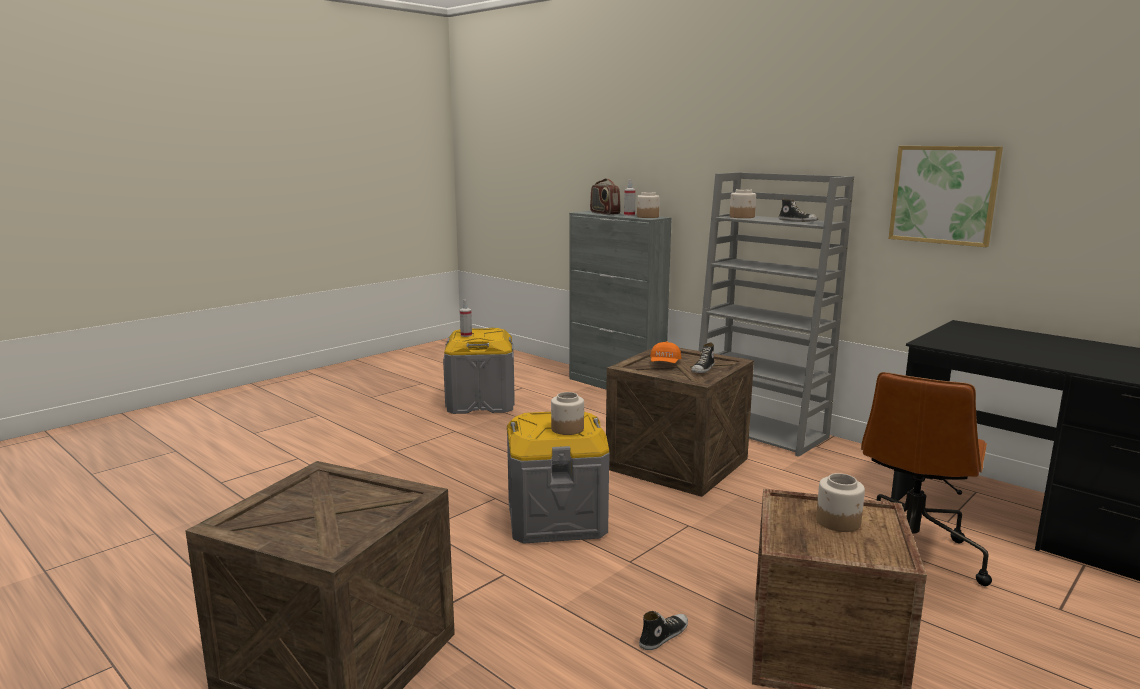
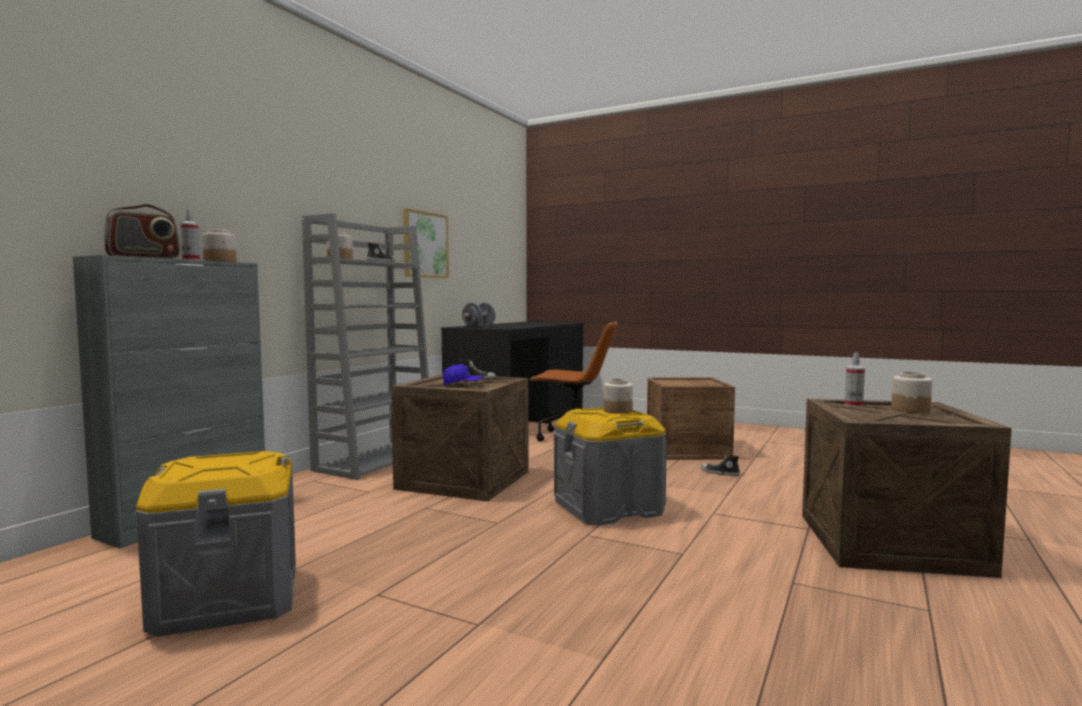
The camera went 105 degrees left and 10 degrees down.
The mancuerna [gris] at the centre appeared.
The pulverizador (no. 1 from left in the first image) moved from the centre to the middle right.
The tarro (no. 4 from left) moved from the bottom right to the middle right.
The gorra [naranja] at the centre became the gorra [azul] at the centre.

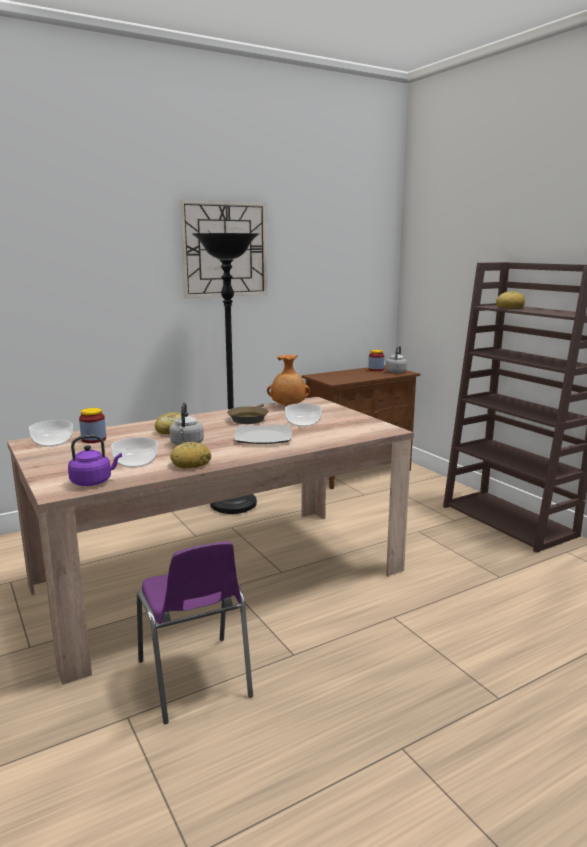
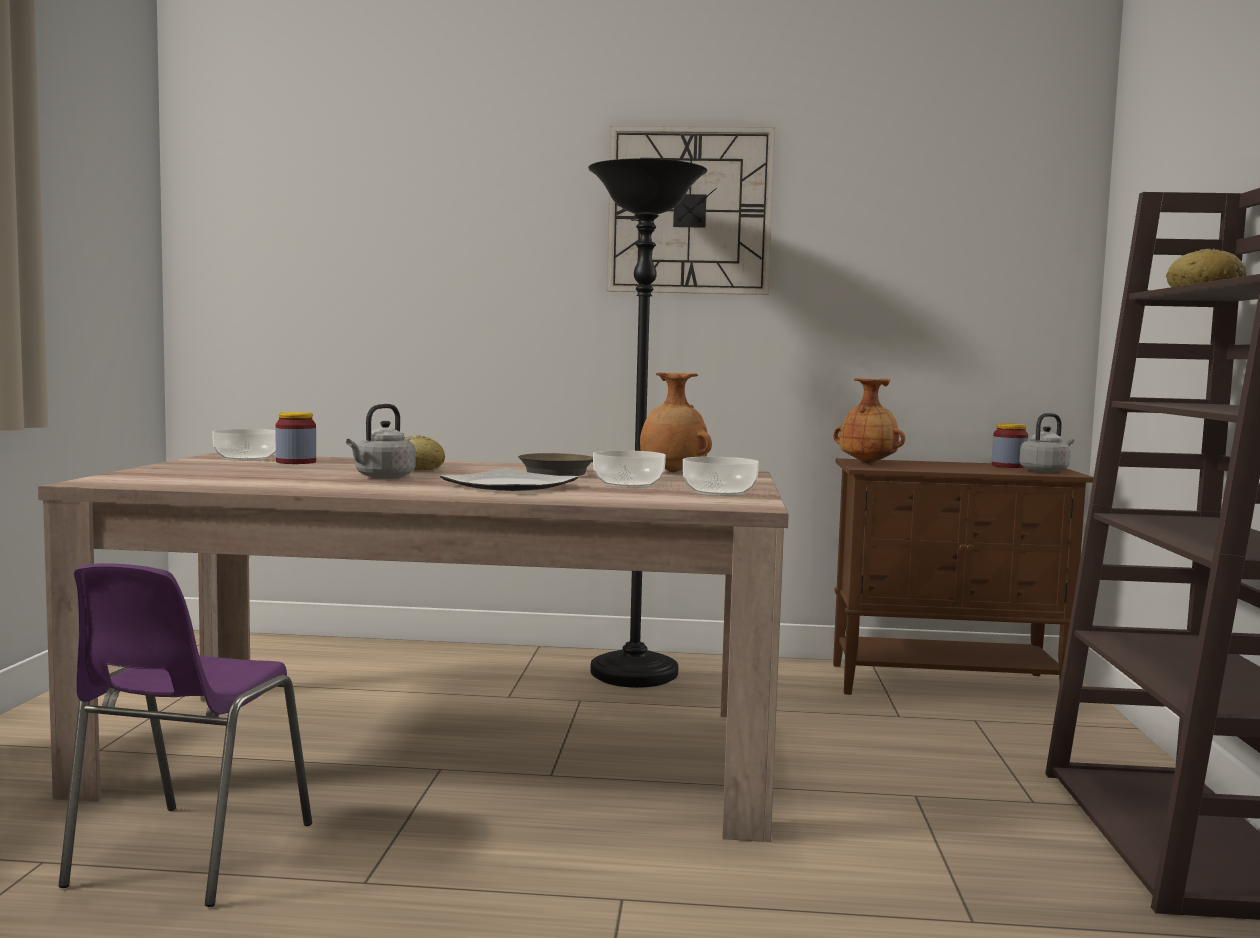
The camera went 35 degrees right and 10 degrees down.
The hervidor [morado] at the middle left disappeared.
The pan (no. 2 from left) at the middle left disappeared.
The florero [marrón] (no. 2 from left) at the middle right appeared.
The cuenco (no. 2 from left in the first image) moved from the middle left to the centre.

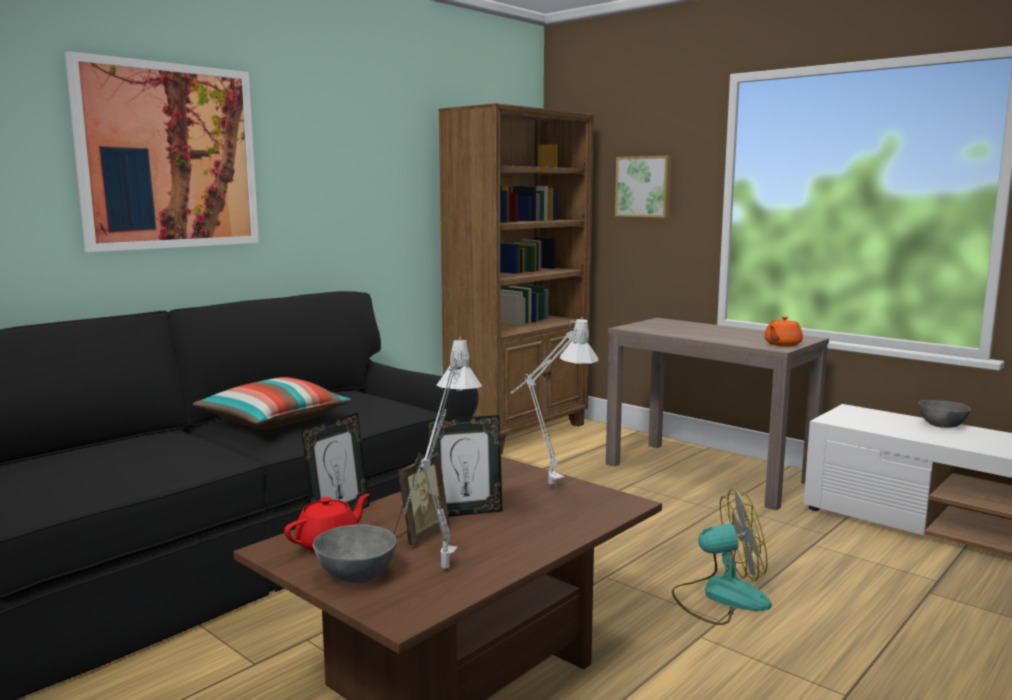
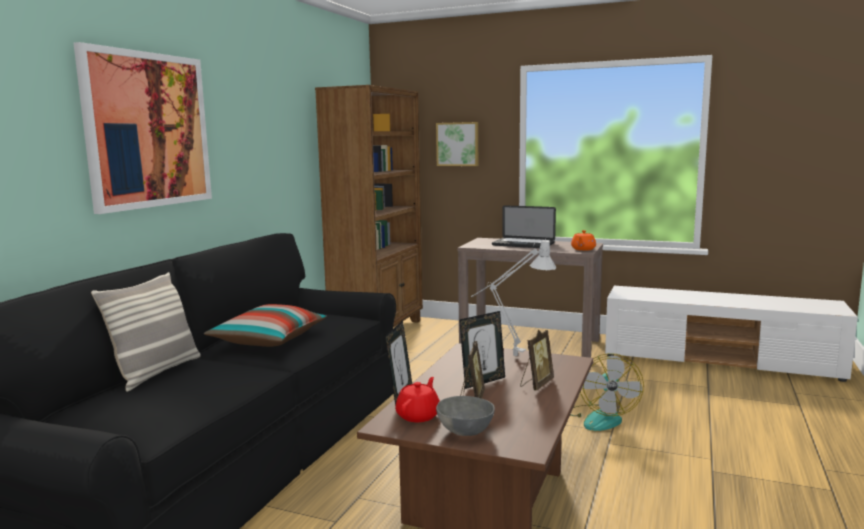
The camera went 20 degrees left and 0 degrees up.
The lámpara de mesa [gris] (no. 1 from left) at the centre disappeared.
The cuenco [gris] (no. 2 from left) at the middle right disappeared.
The cojín (no. 1 from left) at the middle left appeared.
The portátil at the centre appeared.
The portarretratos (no. 4 from left) at the bottom centre appeared.
The ventilador at the bottom right turned 120 degrees clockwise.

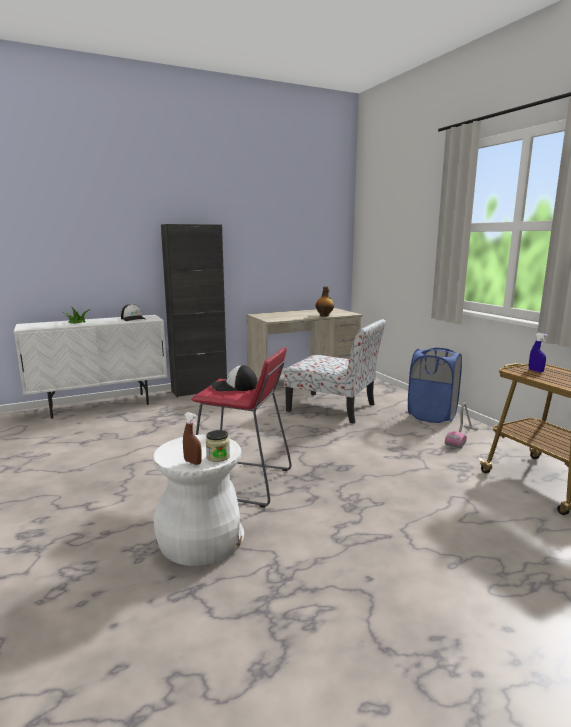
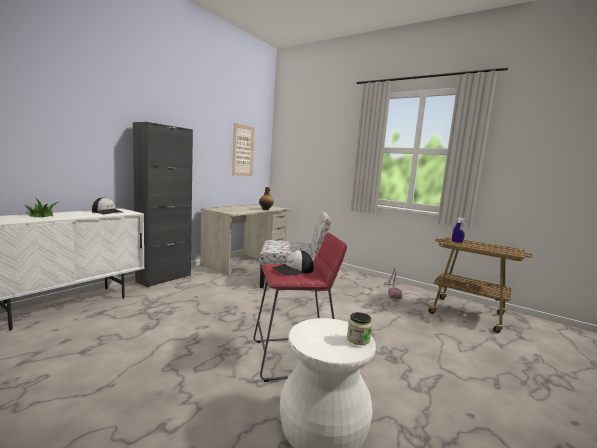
The camera went 30 degrees left and 5 degrees down.
The pulverizador [marrón] at the centre disappeared.
The cesto de la ropa [azul] at the middle right disappeared.
The cuadro at the top centre appeared.

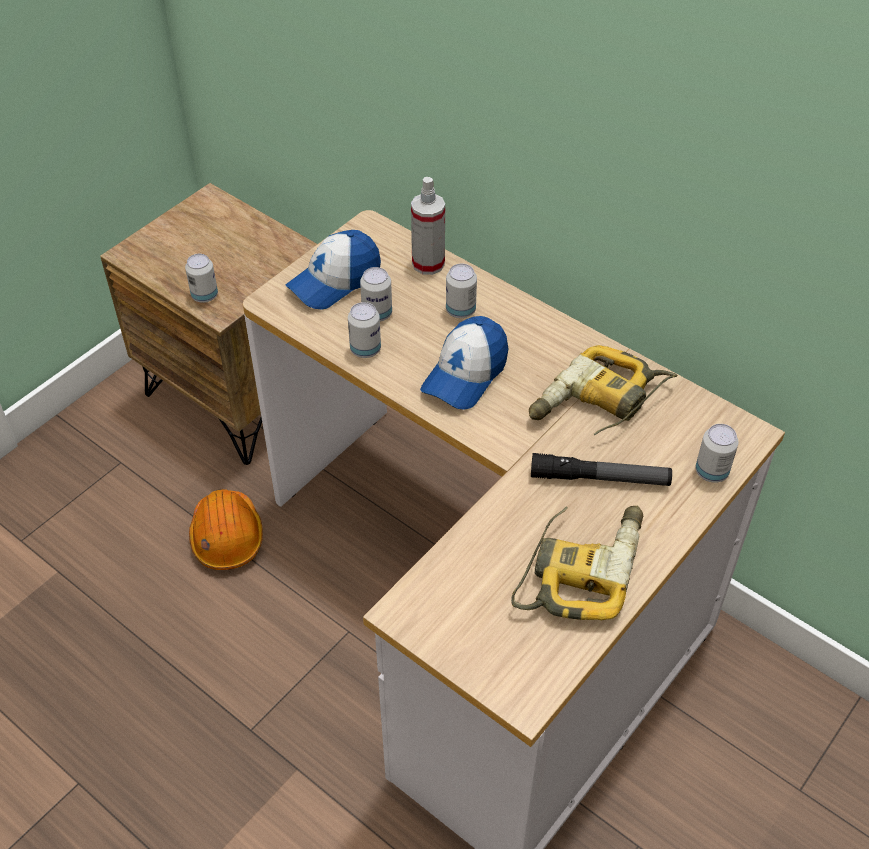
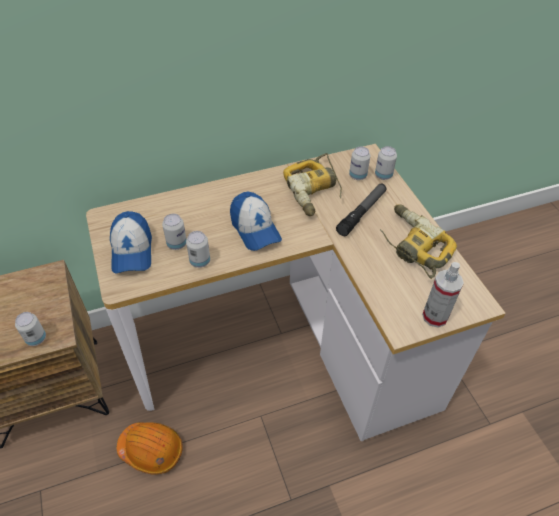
The camera went 60 degrees left and 0 degrees up.
The pulverizador moved from the top centre to the middle right.
The lata (no. 4 from left) moved from the centre to the top centre.

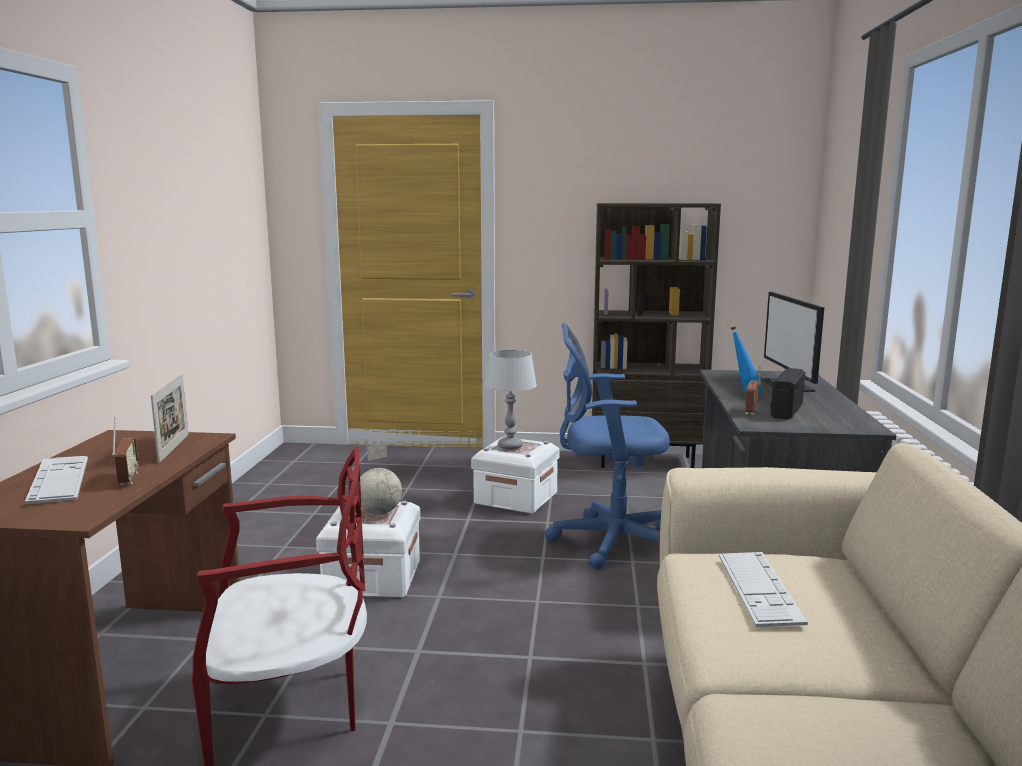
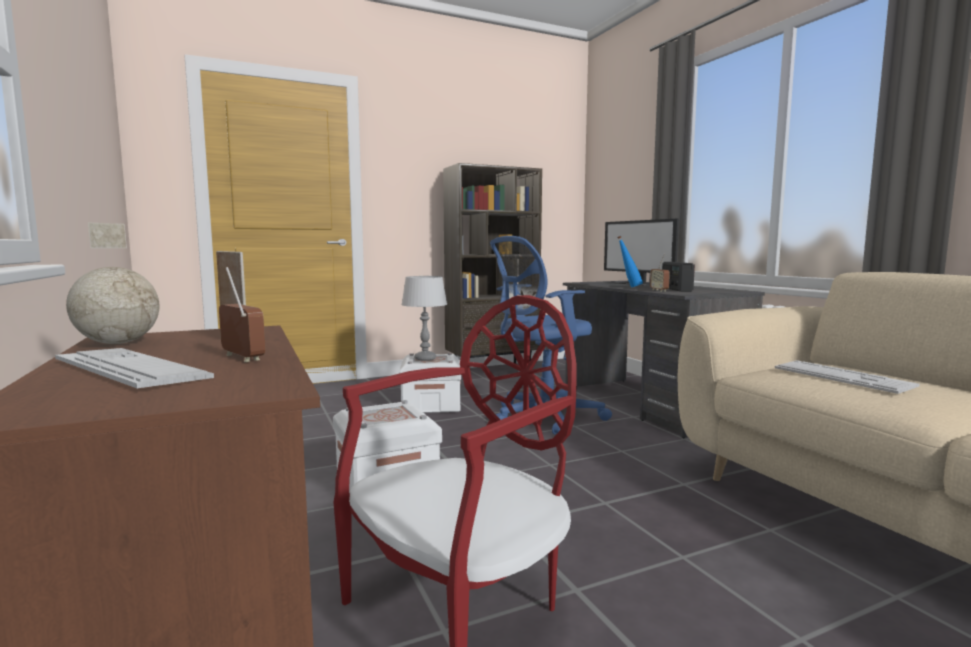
The camera went 30 degrees left and 5 degrees down.
The globo terráqueo moved from the centre to the middle left.

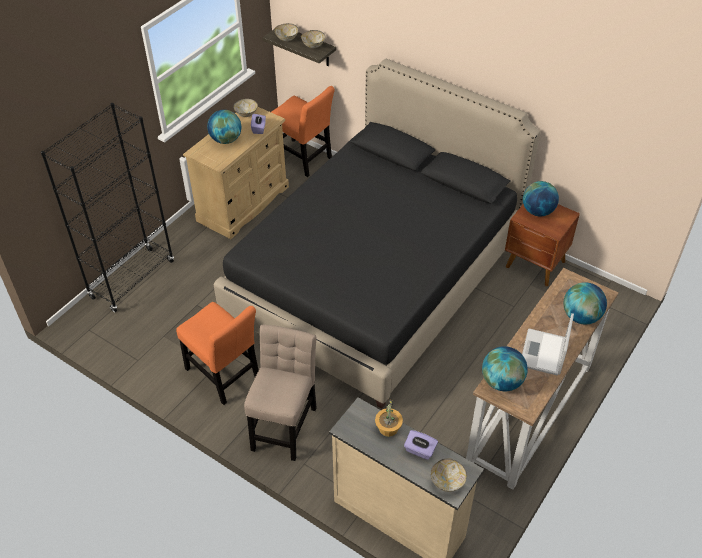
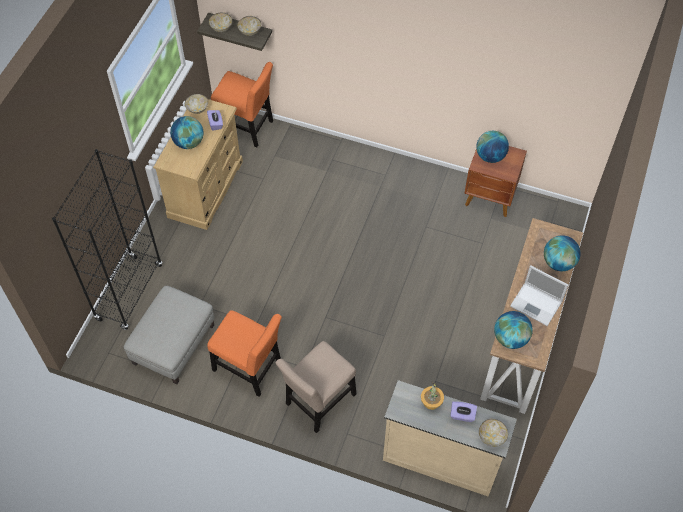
The camera went 15 degrees left and 10 degrees up.
The cama [negro] at the centre disappeared.
The puf [gris] at the middle left appeared.
The silla [beis] at the bottom centre turned 135 degrees counterclockwise.
The portátil at the middle right turned 60 degrees counterclockwise.

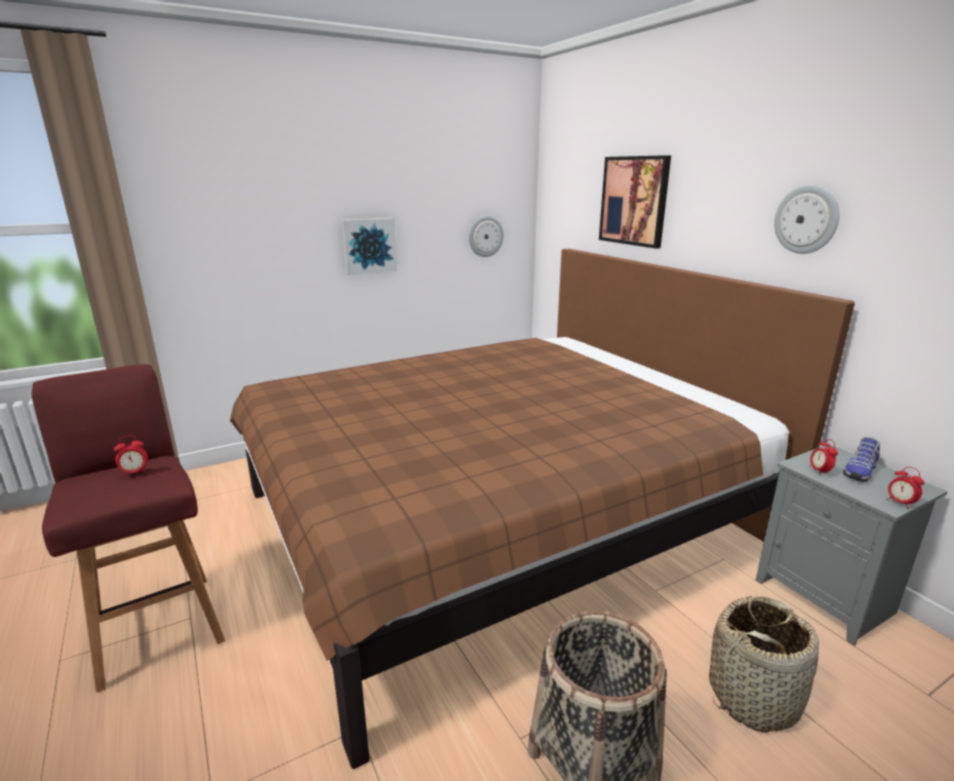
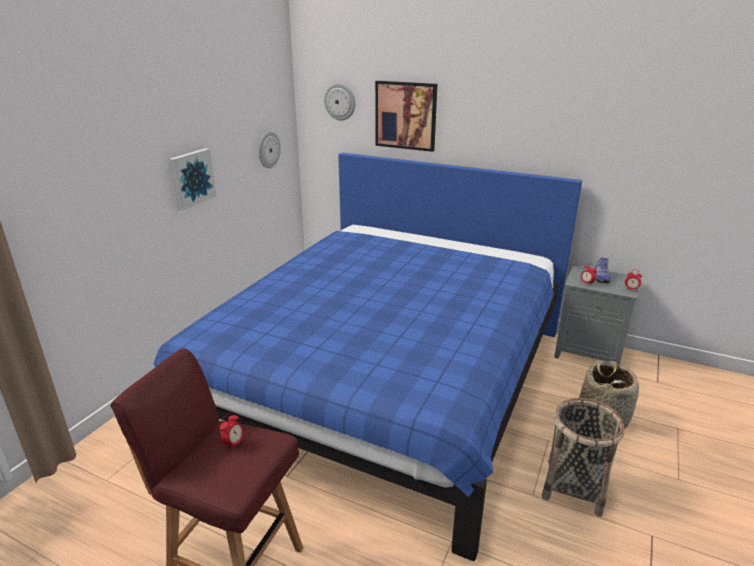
The camera went 35 degrees left and 5 degrees up.
The reloj de pared (no. 2 from left) moved from the top right to the top centre.
The cama [marrón] at the centre became the cama [azul] at the centre.

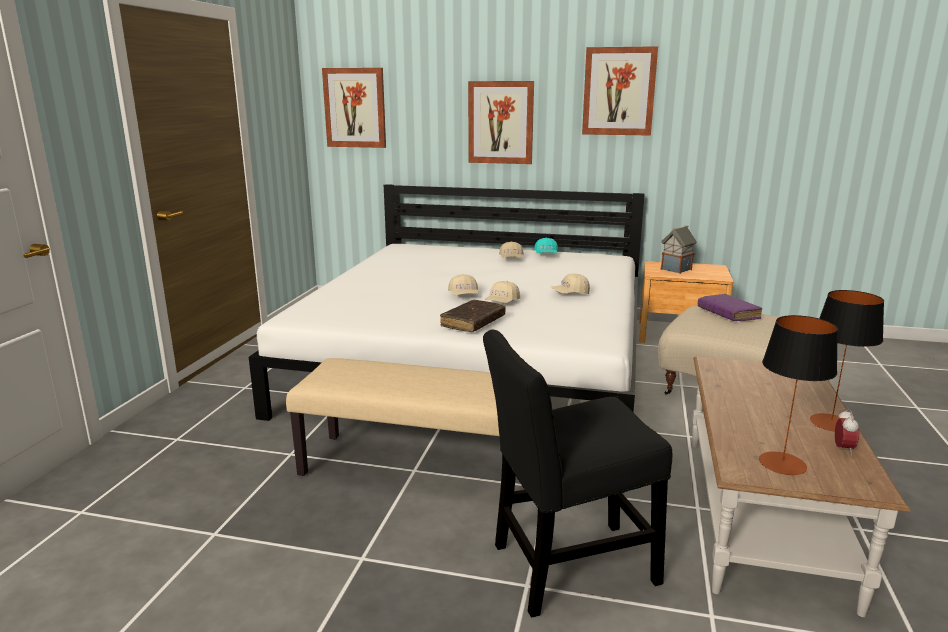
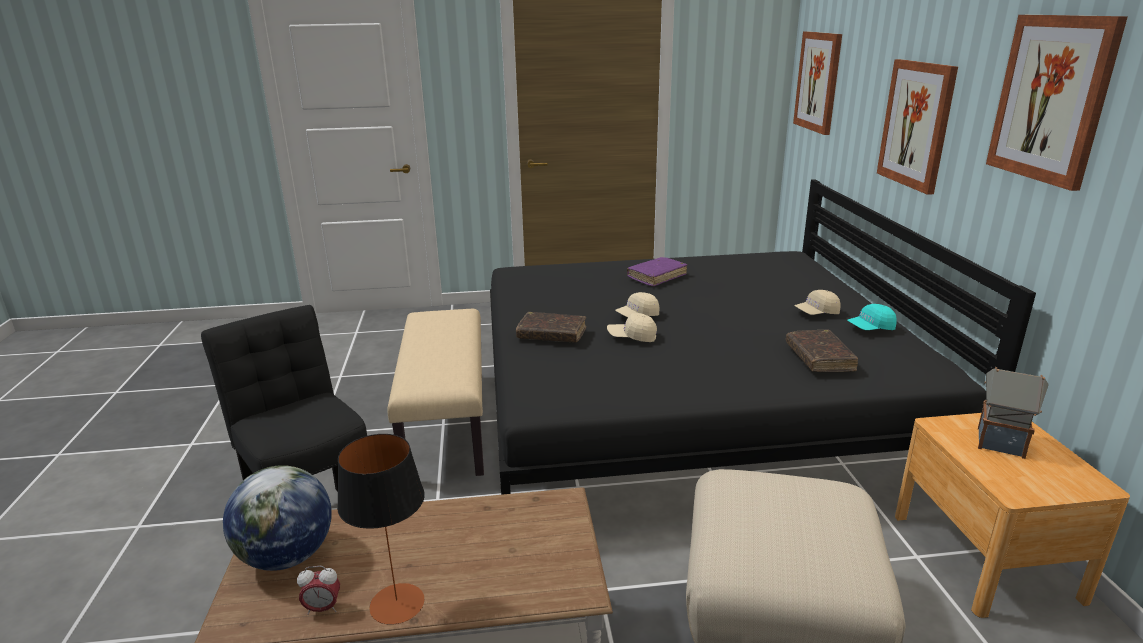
The camera went 70 degrees right and 5 degrees up.
The gorra [beis] (no. 4 from left) at the centre disappeared.
The libro [marrón] (no. 2 from left) at the middle right appeared.
The libro [morado] moved from the middle right to the centre.
The lámpara de mesa (no. 1 from left) at the middle right was replaced by the globo terráqueo at the bottom left.
The cama [blanco] at the centre became the cama [negro] at the middle right.

